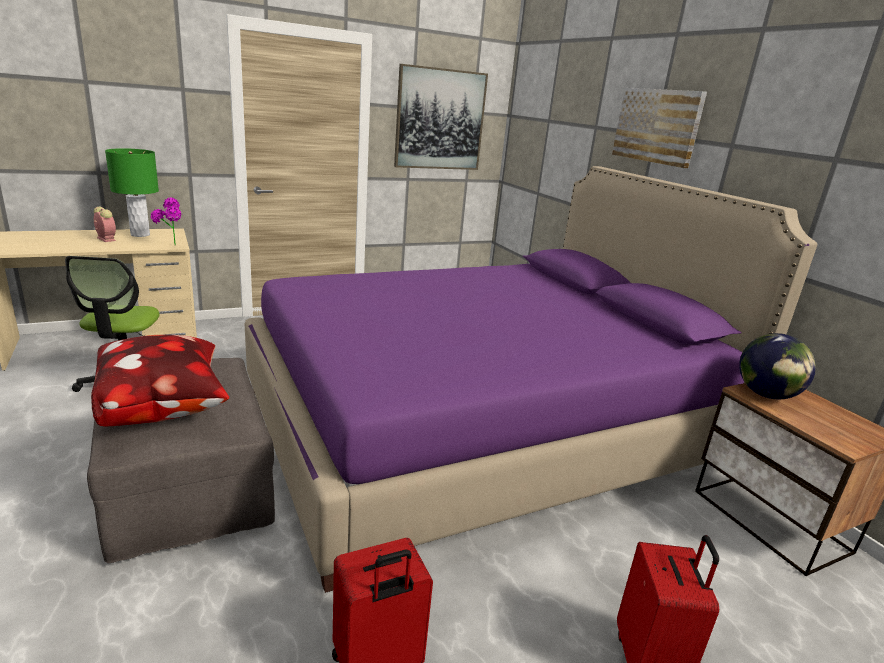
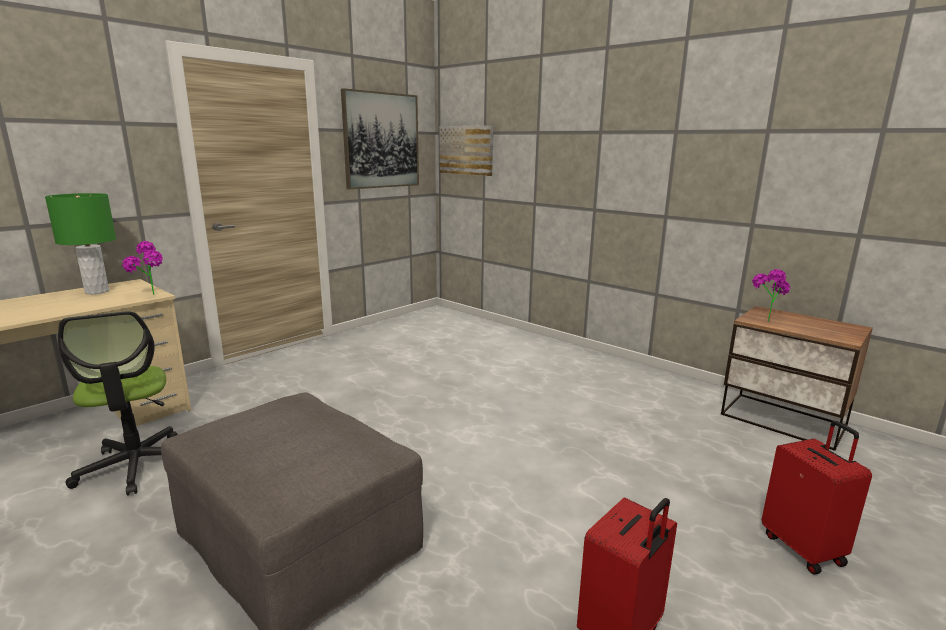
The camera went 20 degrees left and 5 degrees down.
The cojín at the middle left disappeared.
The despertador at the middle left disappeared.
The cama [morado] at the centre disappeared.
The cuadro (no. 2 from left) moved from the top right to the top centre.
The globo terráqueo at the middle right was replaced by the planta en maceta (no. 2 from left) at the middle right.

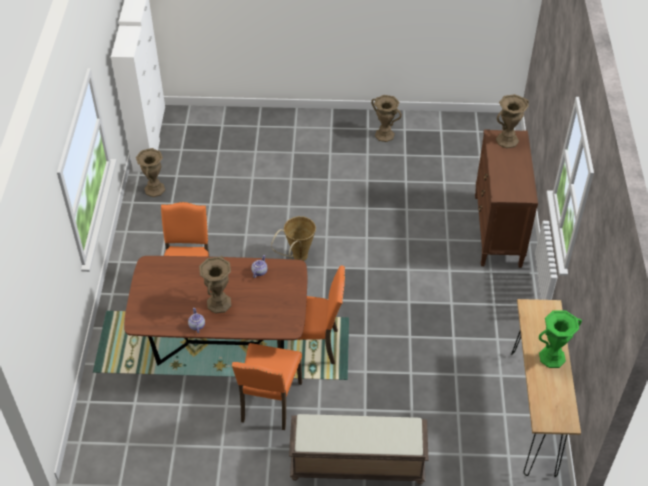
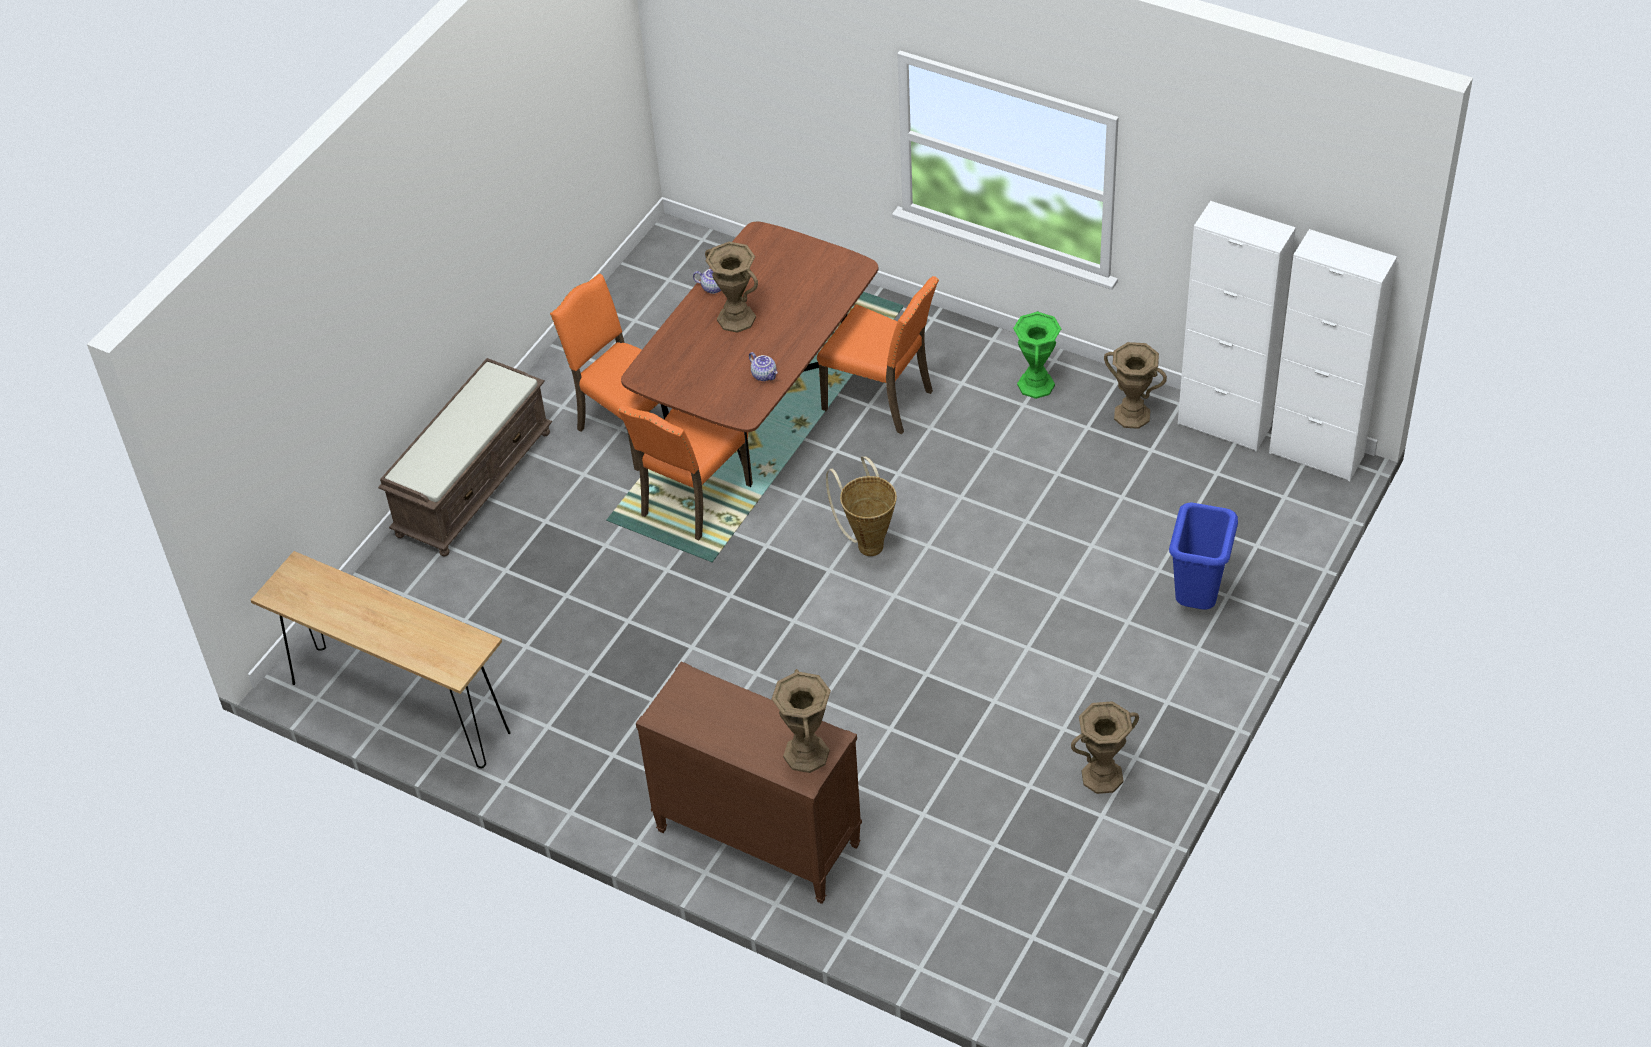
The camera went 120 degrees right and 0 degrees up.
The papelera [azul] at the middle right appeared.
The florero [verde] moved from the bottom right to the centre.

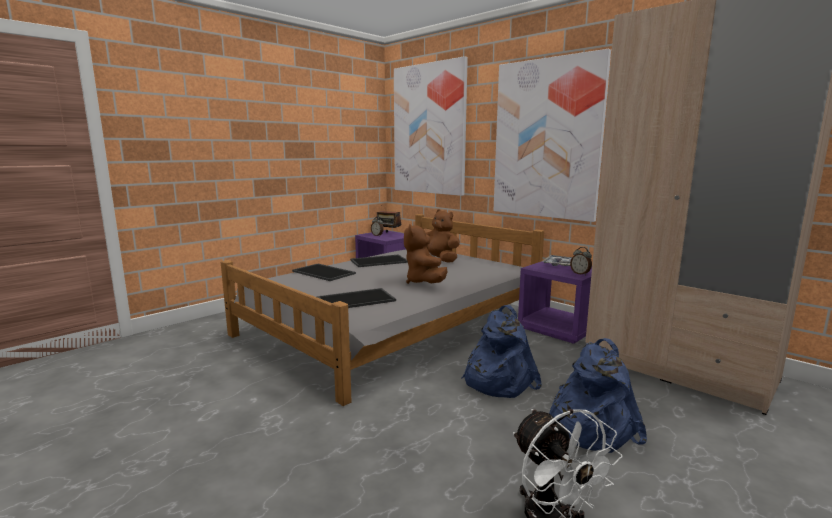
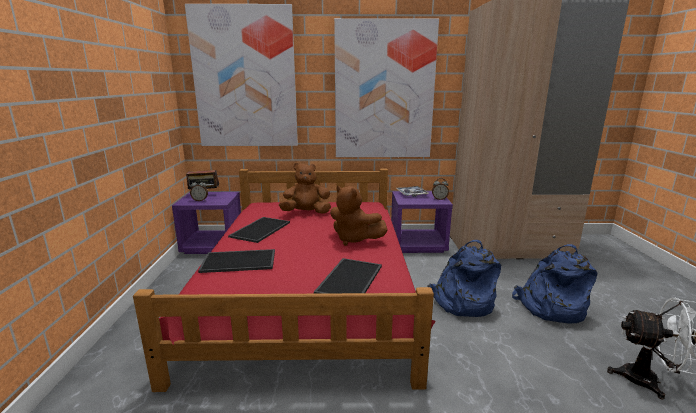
The camera went 45 degrees left and 5 degrees up.
The cama [gris] at the centre became the cama [rojo] at the bottom centre.

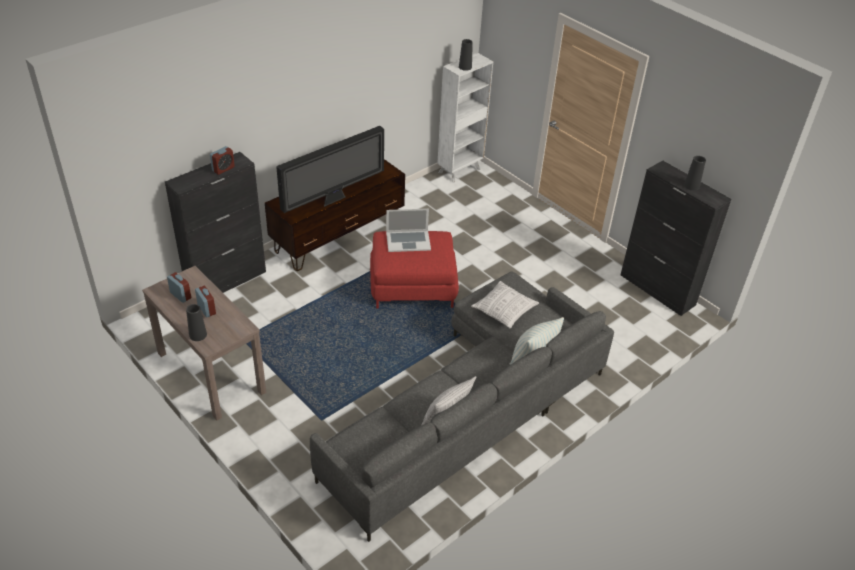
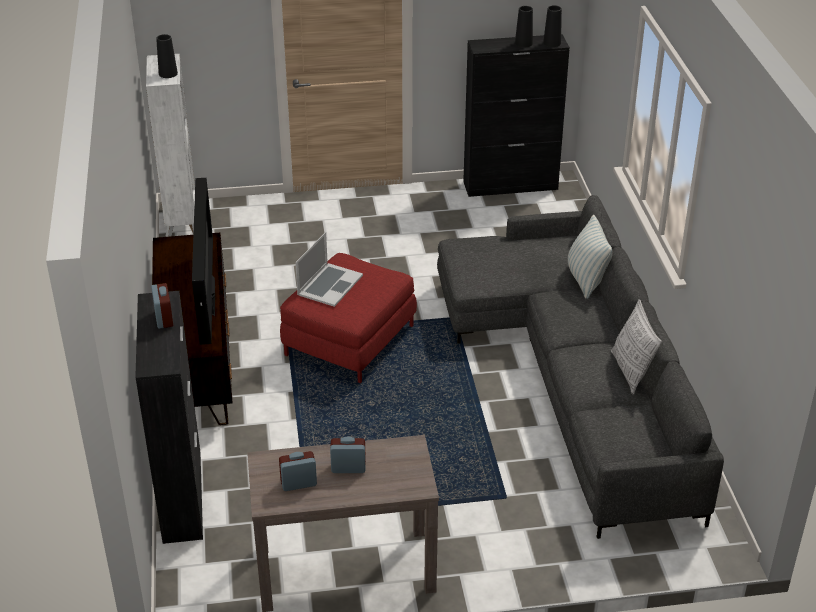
The camera went 55 degrees left and 5 degrees down.
The cojín (no. 2 from left) at the centre disappeared.
The florero [negro] (no. 1 from left in the first image) moved from the middle left to the top right.

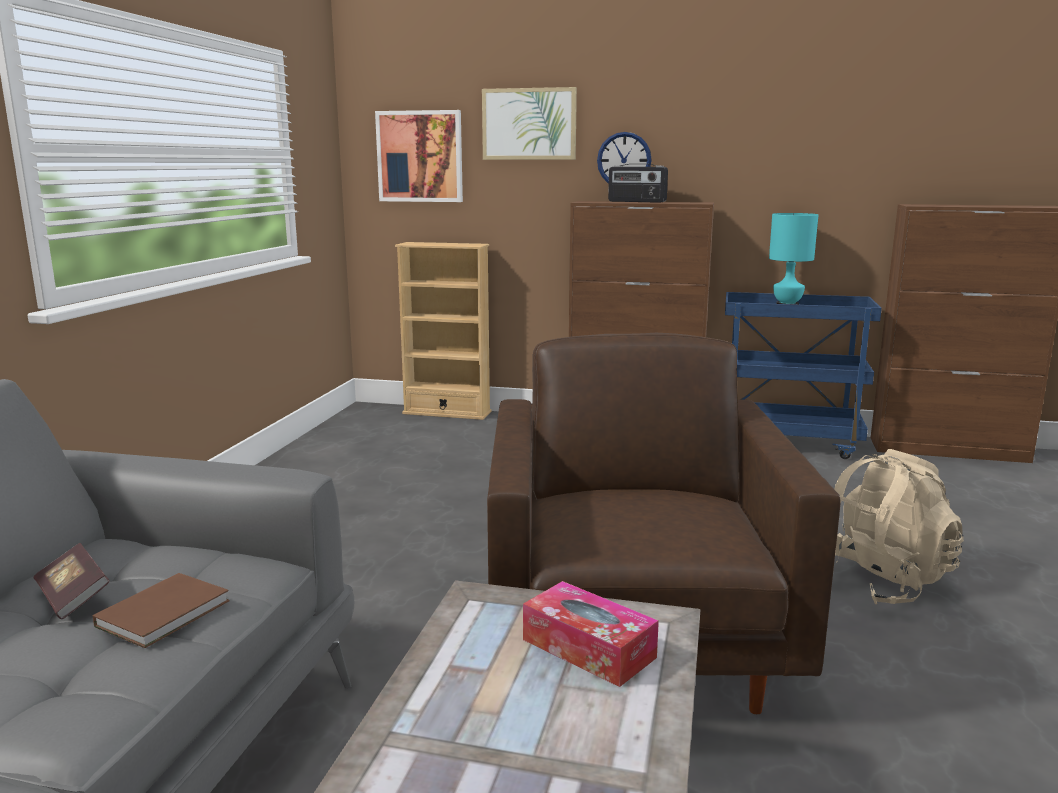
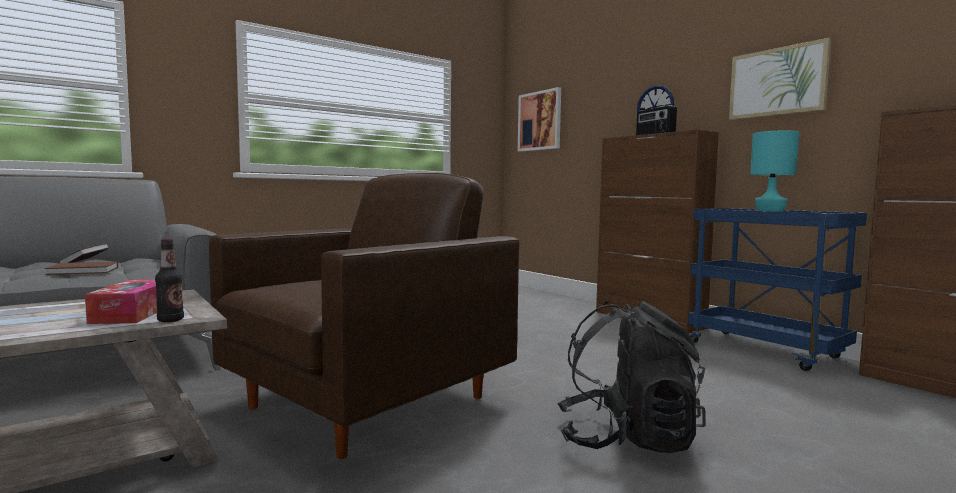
The camera went 40 degrees right and 10 degrees down.
The estantería [beis] at the centre disappeared.
The botella at the middle left appeared.
The cuadro (no. 2 from left) moved from the top centre to the top right.
The mochila [beis] at the middle right became the mochila [negro] at the bottom centre.

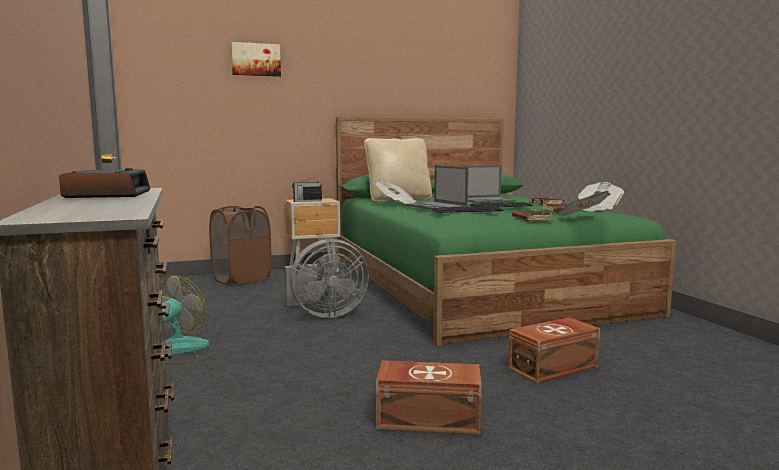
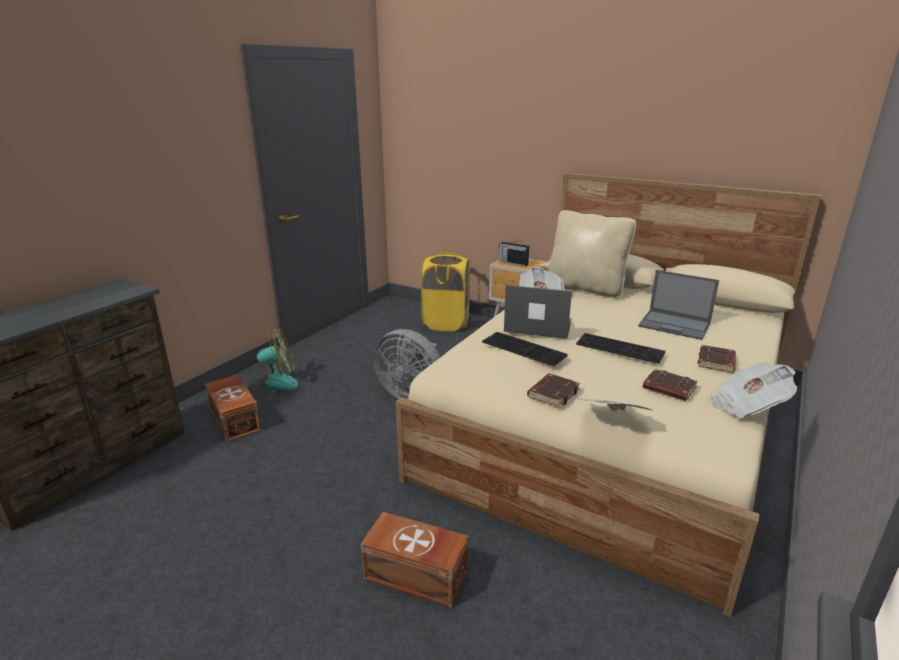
The camera went 50 degrees right and 15 degrees up.
The despertador at the middle left disappeared.
The cuadro at the top left disappeared.
The caja de almacenaje [marrón] (no. 1 from left) moved from the bottom centre to the middle left.
The cesto de la ropa [marrón] at the middle left became the cesto de la ropa [amarillo] at the centre.
The cama [verde] at the centre became the cama [beis] at the middle right.
The portátil (no. 1 from left) at the centre turned 90 degrees clockwise.

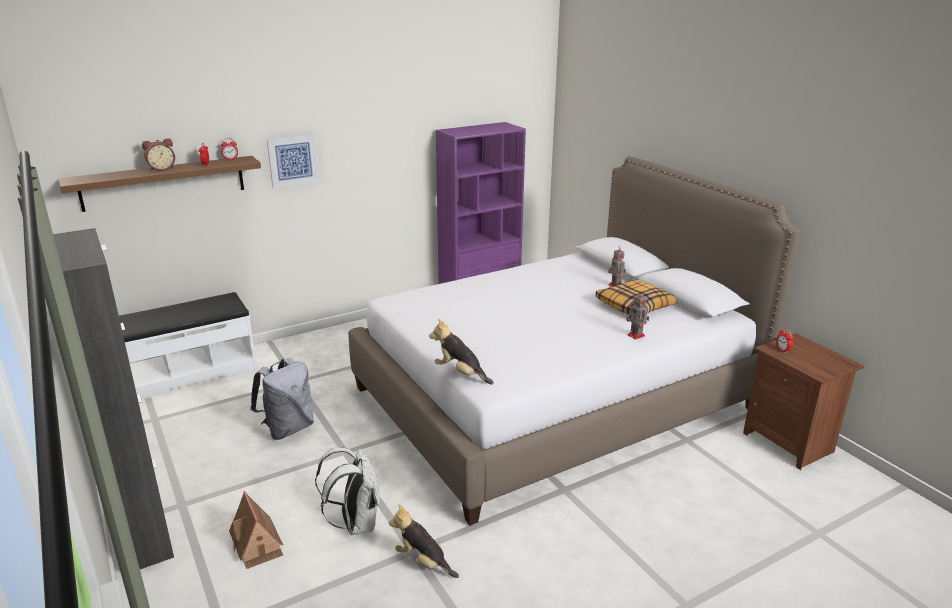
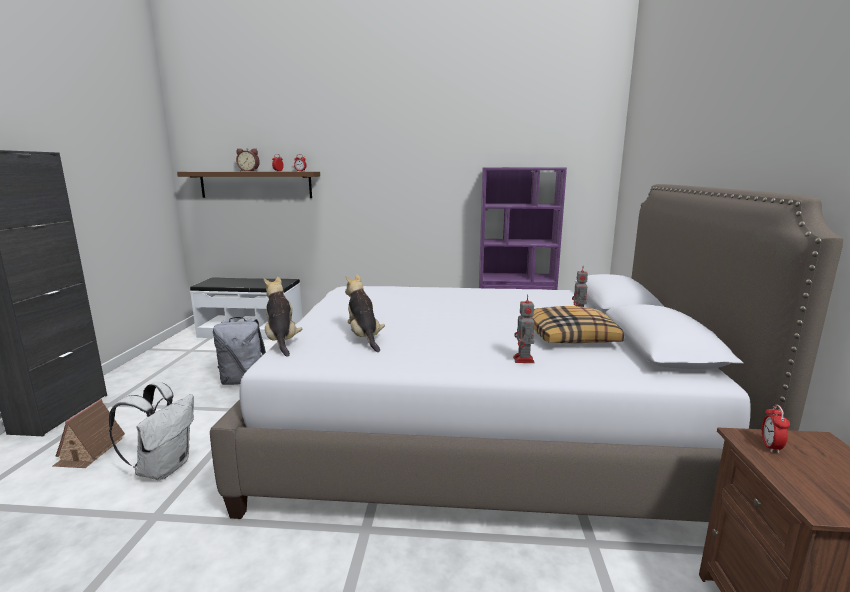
The camera went 35 degrees right and 10 degrees down.
The cuadro at the top left disappeared.
The peluche (no. 1 from left in the first image) moved from the bottom centre to the centre.

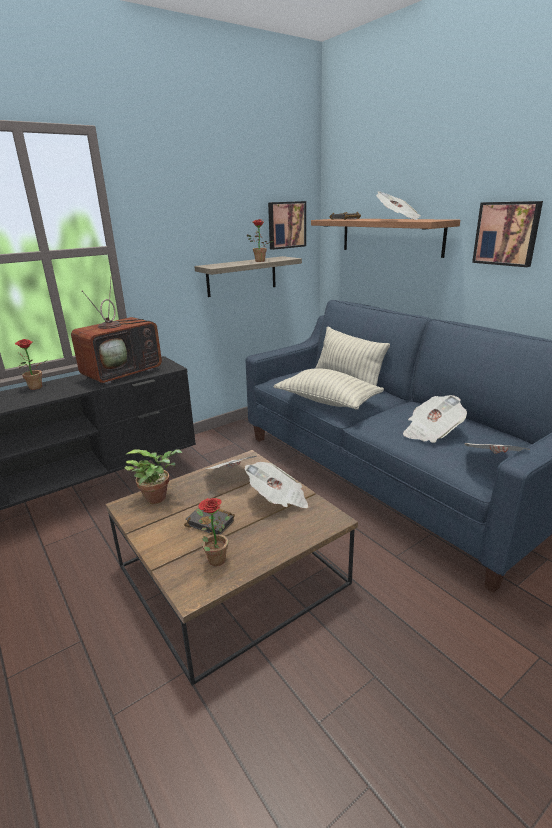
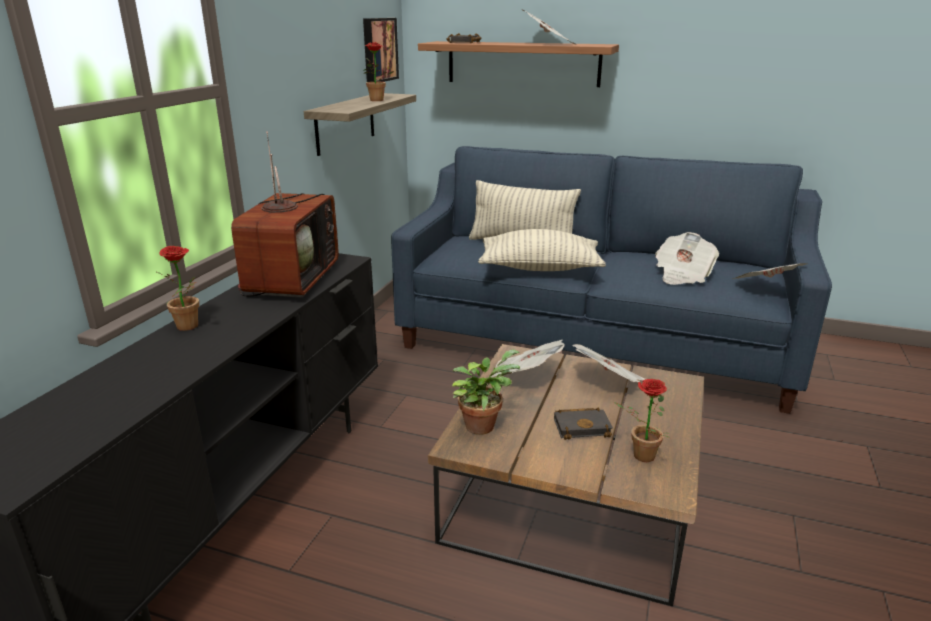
The camera went 35 degrees left and 0 degrees up.
The cuadro (no. 2 from left) at the top right disappeared.

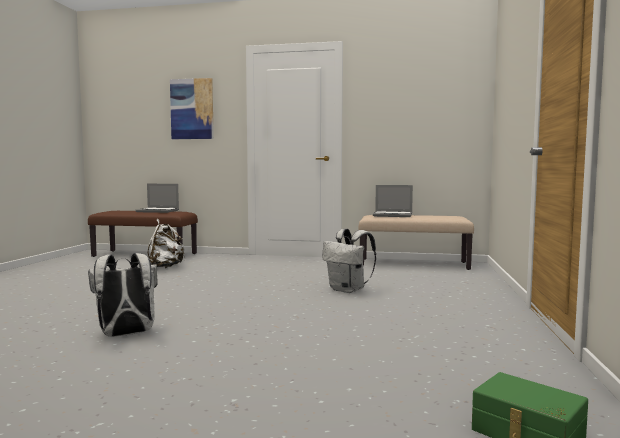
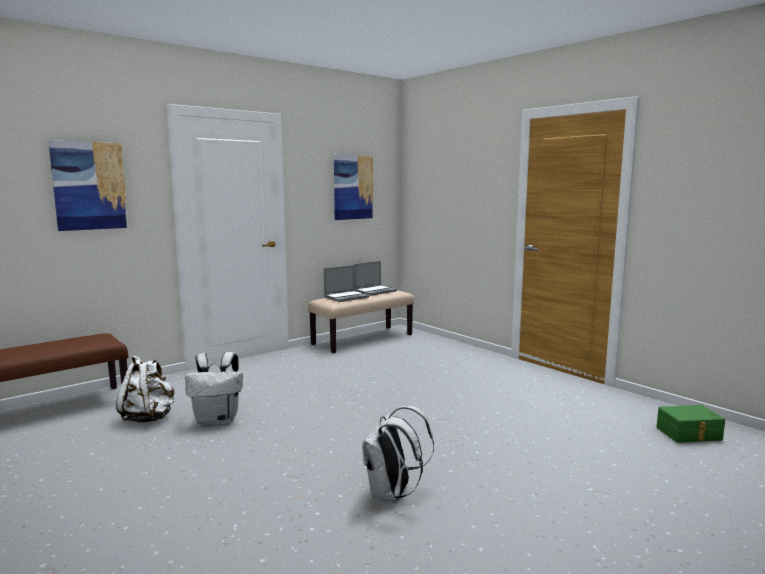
The camera went 50 degrees left and 5 degrees up.
The cuadro (no. 2 from left) at the top centre appeared.
The portátil (no. 1 from left in the first image) moved from the middle left to the centre.
The mochila [blanco] (no. 3 from left in the first image) moved from the centre to the bottom left.

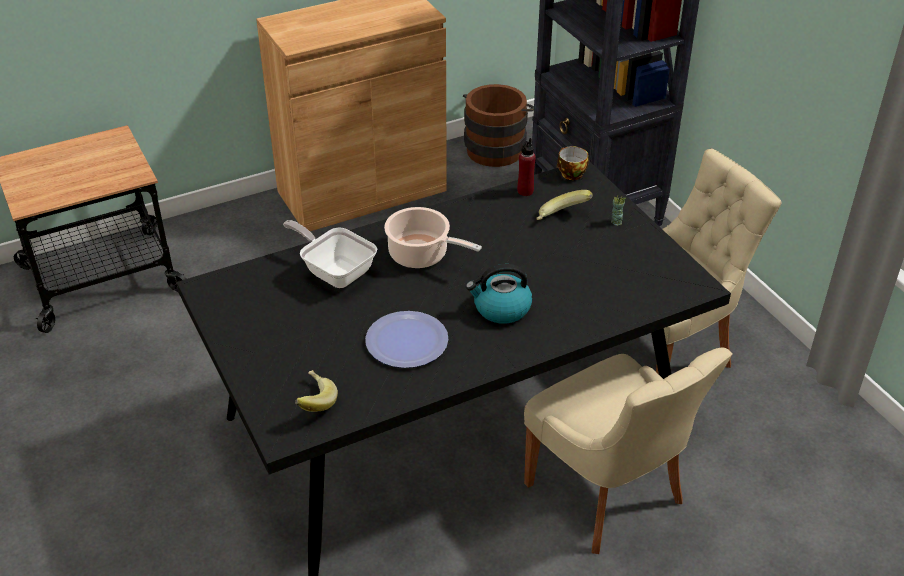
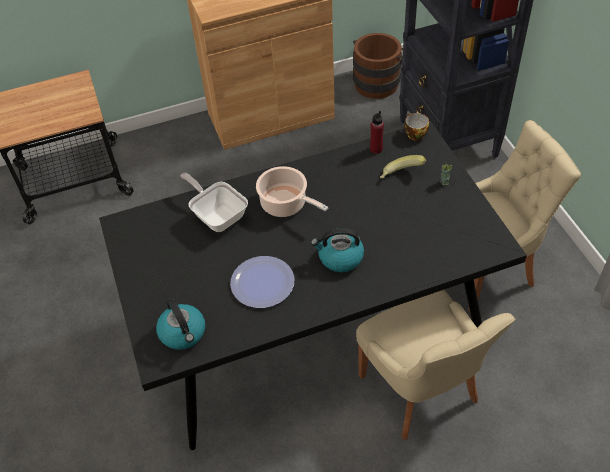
The camera went 10 degrees right and 10 degrees up.
The plátano (no. 1 from left) at the bottom centre was replaced by the hervidor (no. 1 from left) at the bottom left.

